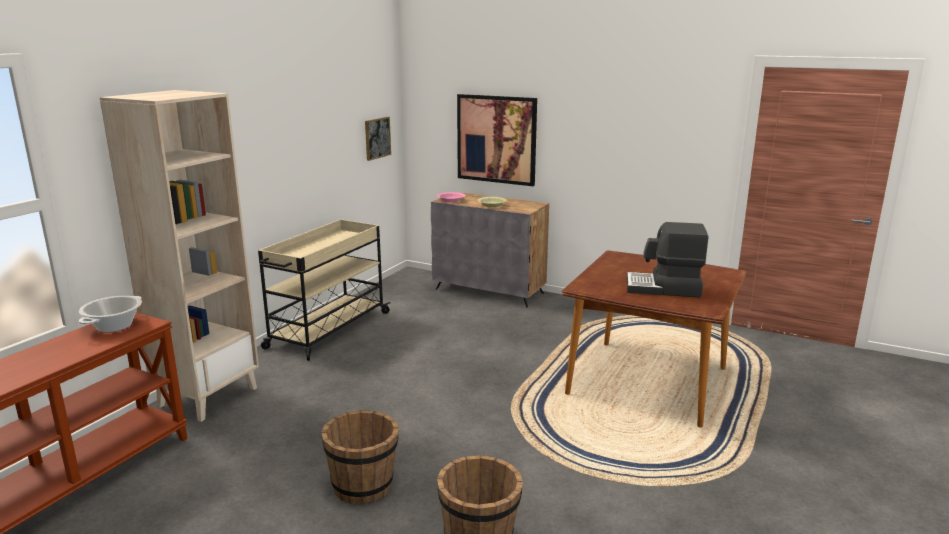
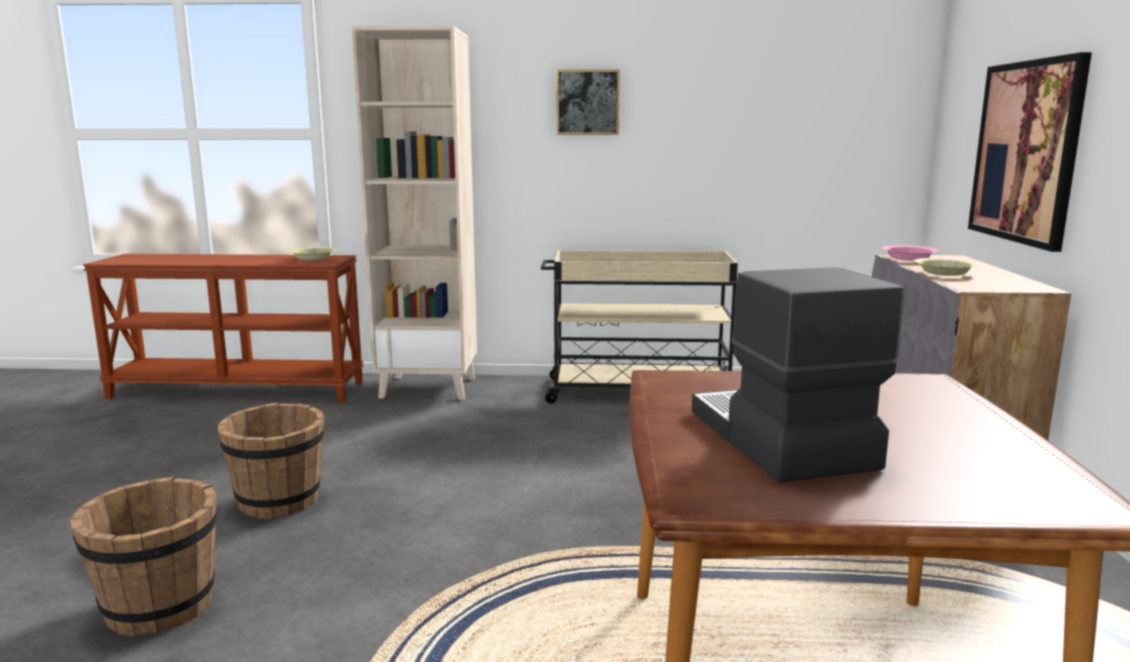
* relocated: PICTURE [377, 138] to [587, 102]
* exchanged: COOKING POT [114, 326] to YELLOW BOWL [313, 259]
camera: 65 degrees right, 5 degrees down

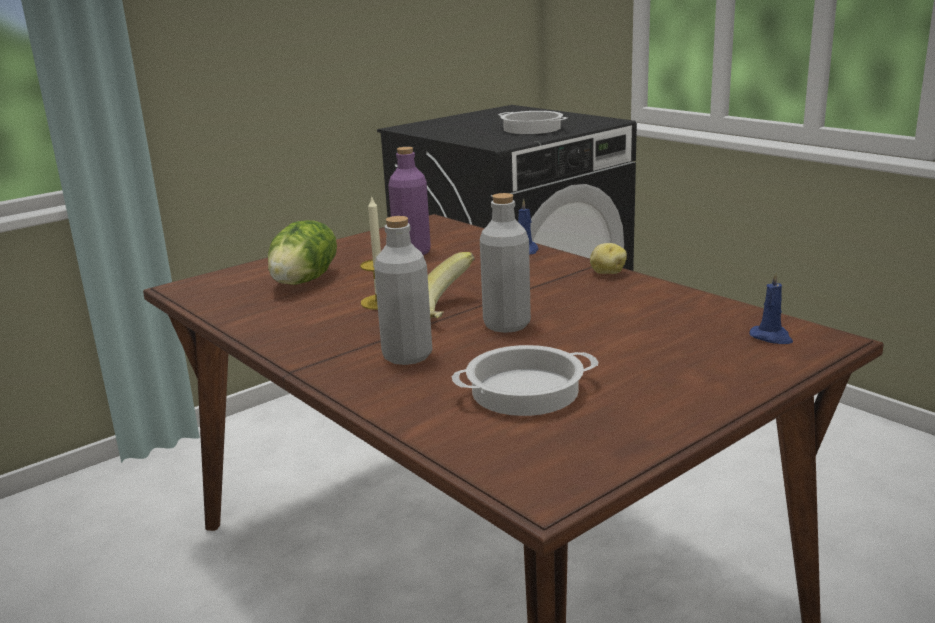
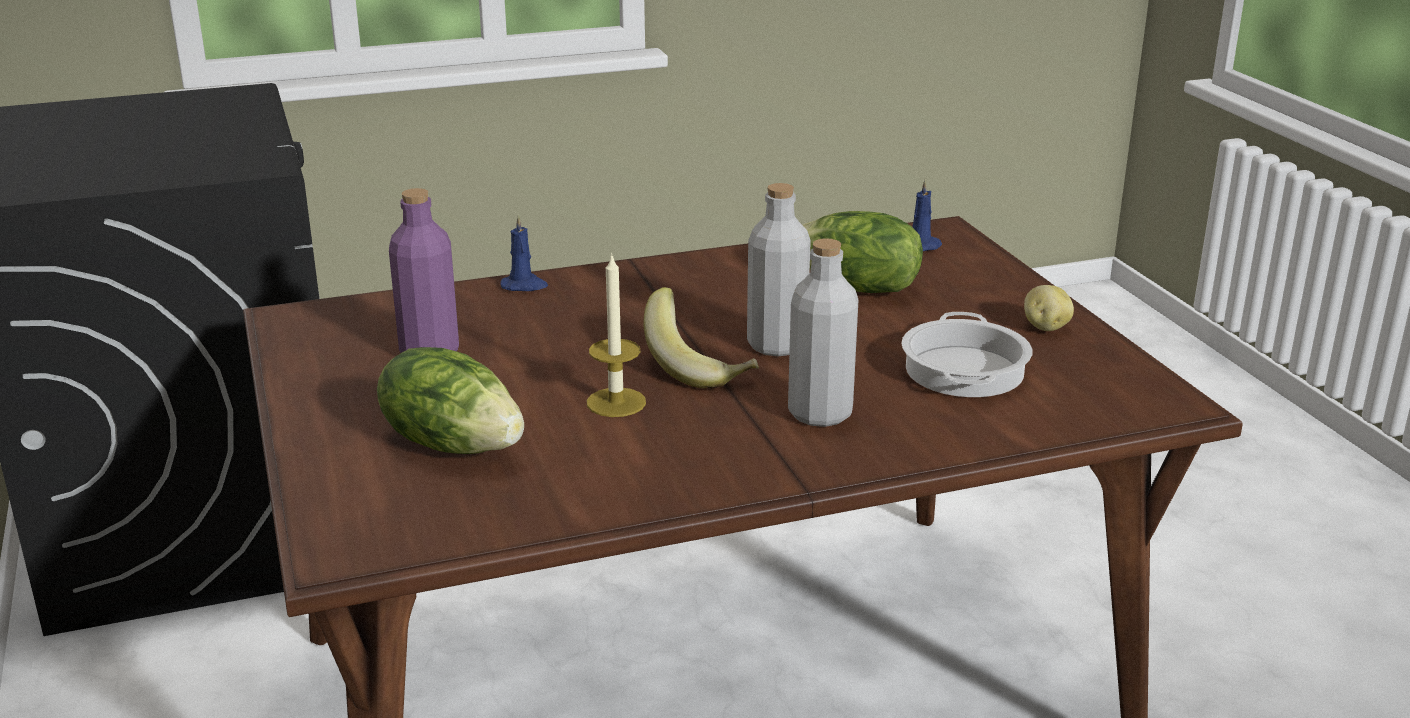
* missing: COOKING POT [531, 129]
* relocated: POTATO [607, 273] to [1045, 327]
* appeared: LETTUCE [857, 288]
camera: 70 degrees left, 5 degrees up

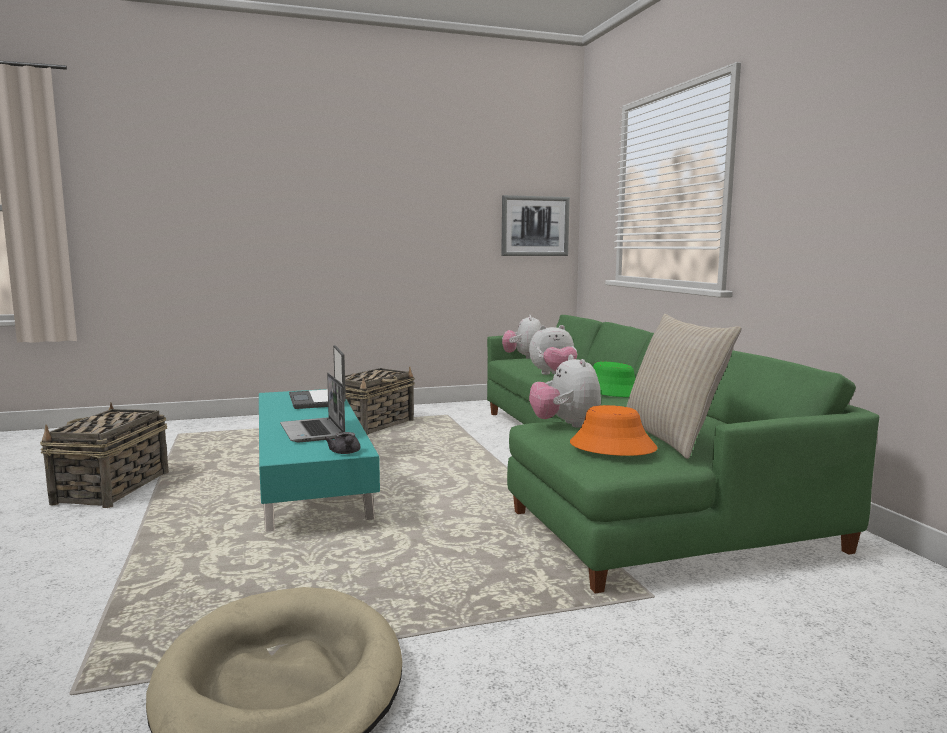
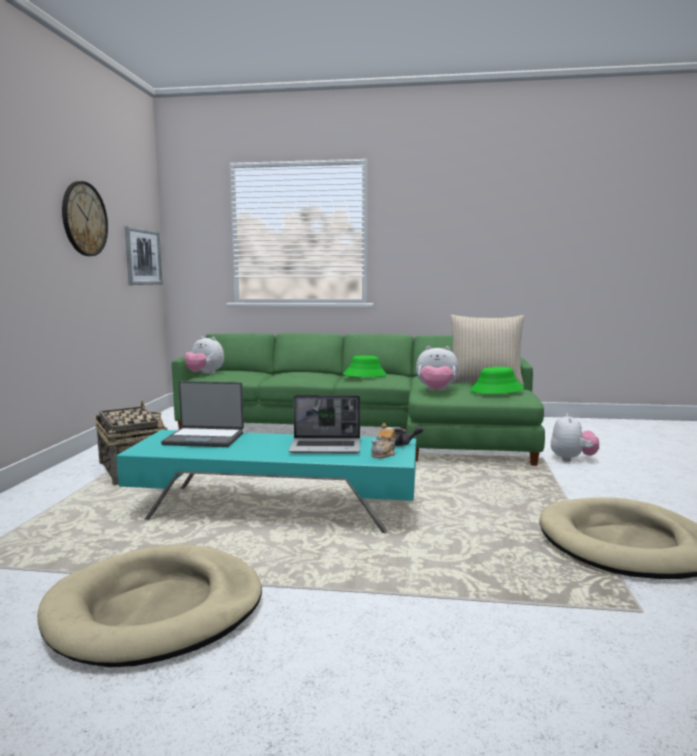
* relocated: PLUSH TOY [553, 375] to [572, 459]
* exchanged: BASKET [111, 488] to BEIGE DOG BED [156, 610]
* colour: ORANGE HAT [612, 446] to GREEN HAT [497, 390]
* appeared: WALL CLOCK [84, 219]
* appeared: TEAPOT [384, 454]
camera: 65 degrees left, 0 degrees up

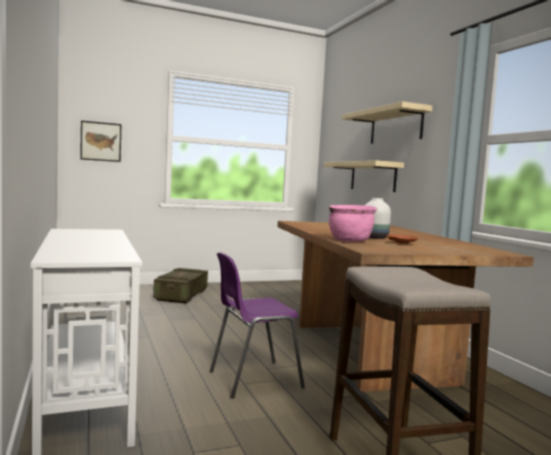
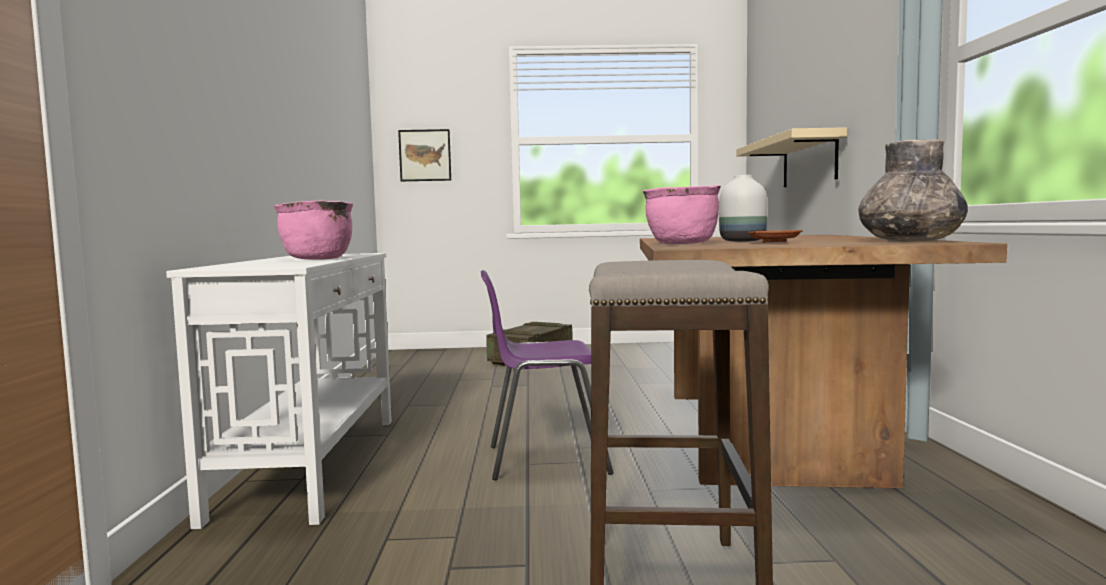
* missing: BEIGE SHELF [395, 126]
* appeared: GREY VASE [910, 241]
* appeared: PINK COOKING POT [316, 259]
camera: 20 degrees right, 0 degrees up

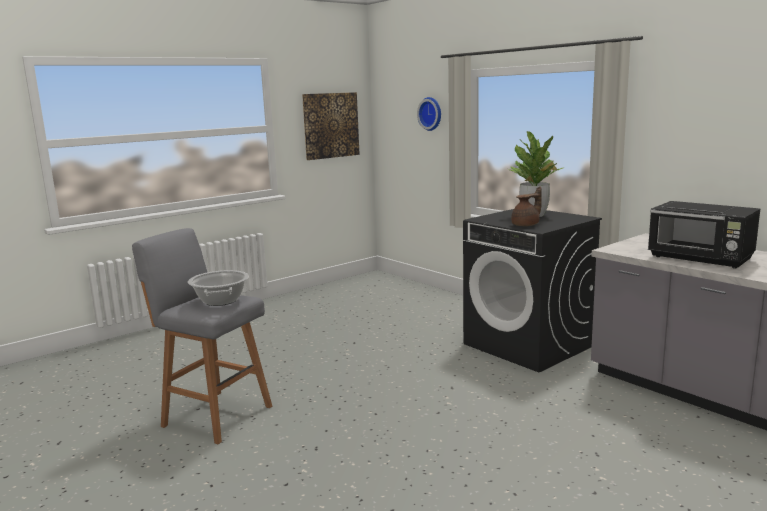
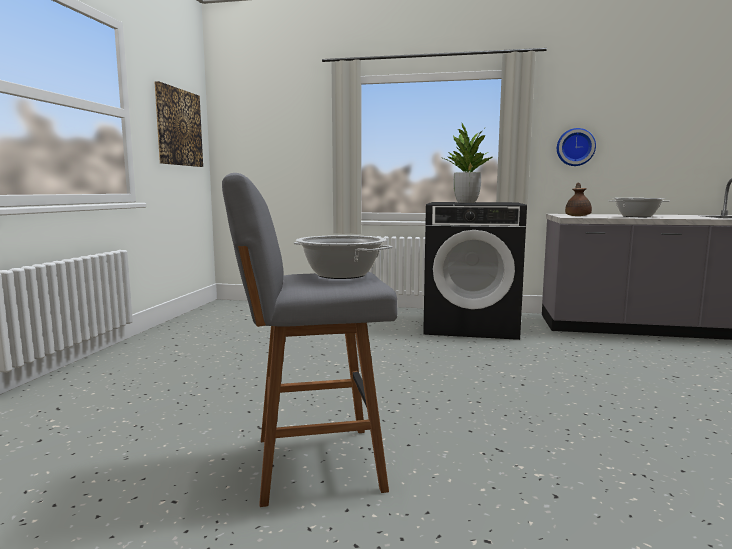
* relocated: WALL CLOCK [431, 113] to [575, 147]
* relocated: BROWN TEAPOT [526, 225] to [578, 216]
* exchanged: BLACK MICROWAVE [701, 259] to COOKING POT [637, 216]
camera: 40 degrees left, 5 degrees down

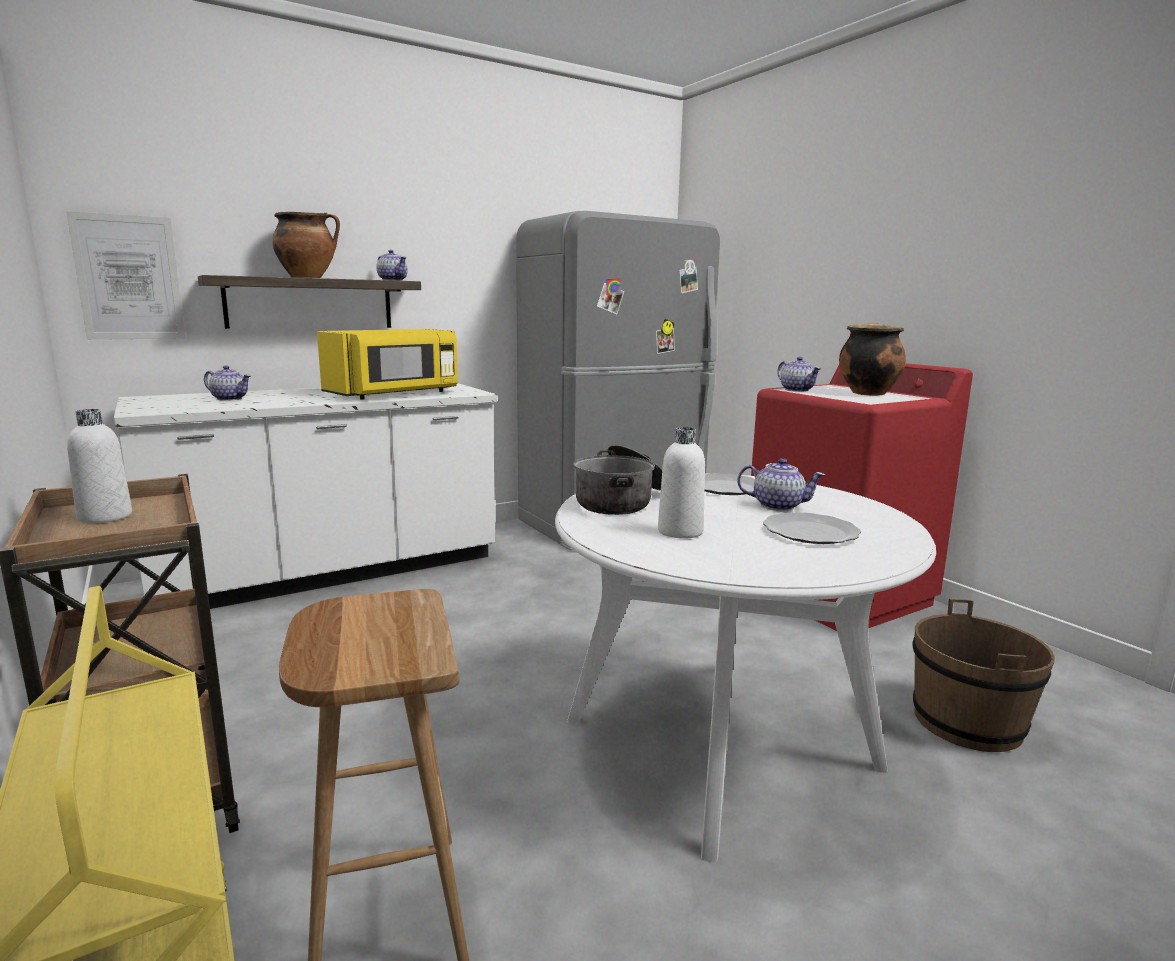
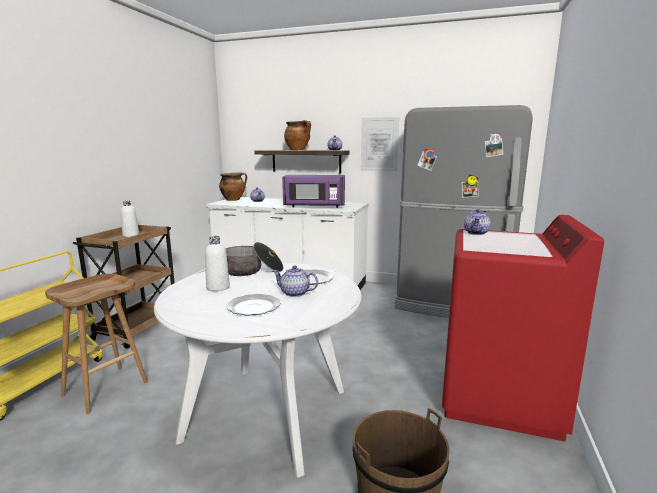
* relocated: PICTURE [129, 278] to [379, 144]
* relocated: COOKING POT [867, 393] to [233, 200]
* colour: YELLOW MICROWAVE [395, 394] to PURPLE MICROWAVE [314, 206]
* spun: TEAPOT [778, 506] = [294, 293] 135 degrees clockwise
camera: 50 degrees right, 0 degrees up

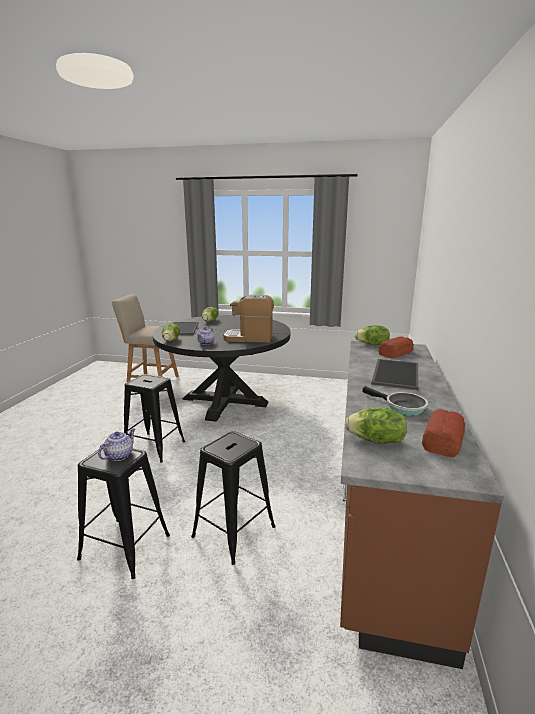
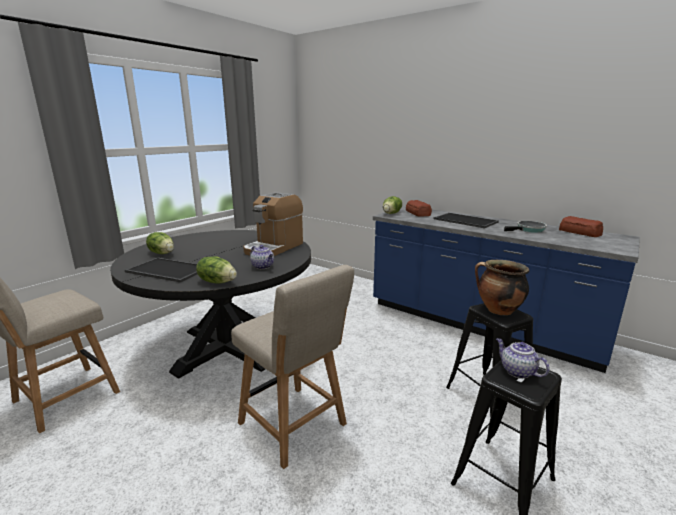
* colour: BROWN COUNTER [383, 514] to BLUE COUNTER [479, 325]
* exchanged: BLACK STOOL [154, 447] to BEIGE CHAIR [295, 426]
* missing: LETTUCE [376, 441]
* appeared: COOKING POT [498, 310]
camera: 65 degrees left, 0 degrees up

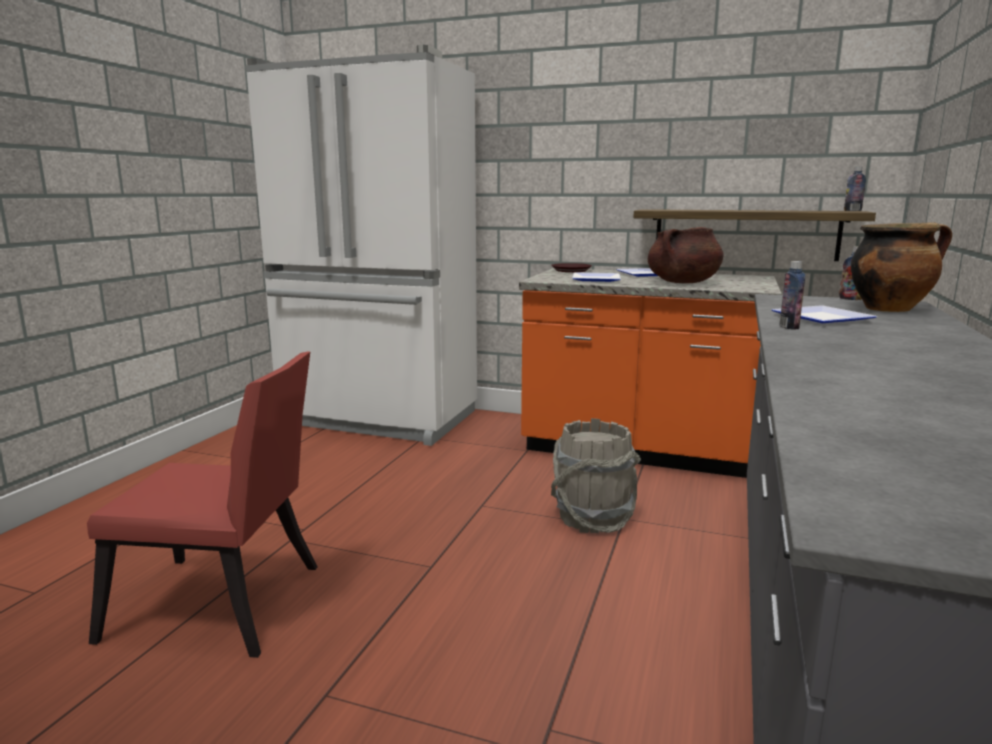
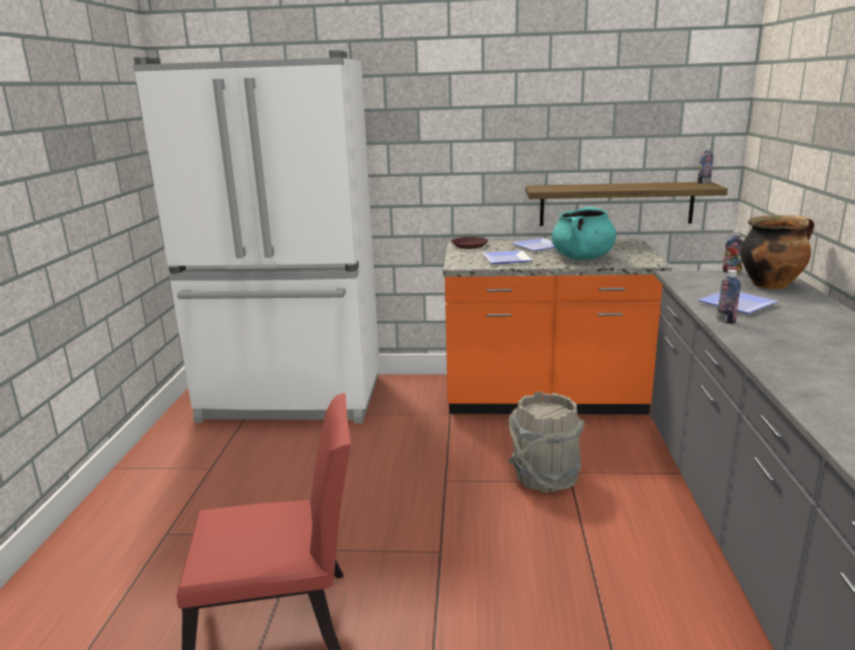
* colour: BROWN COOKING POT [683, 282] to TURQUOISE COOKING POT [582, 257]
camera: 15 degrees left, 5 degrees up

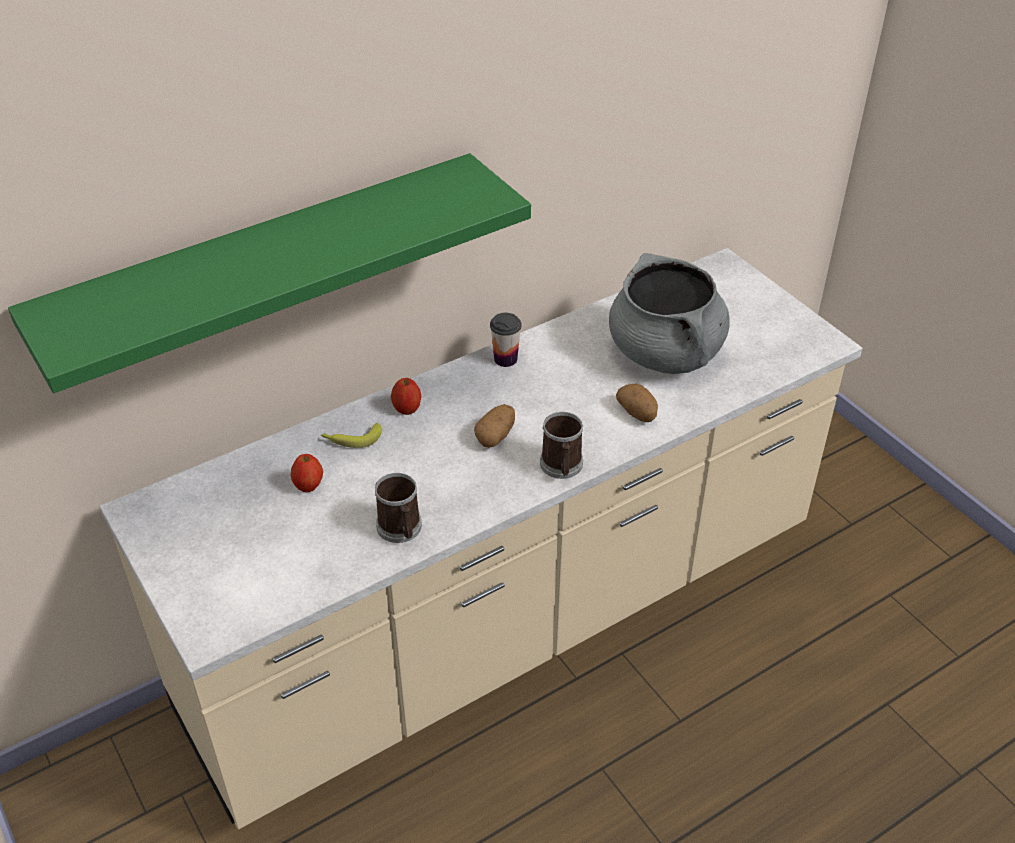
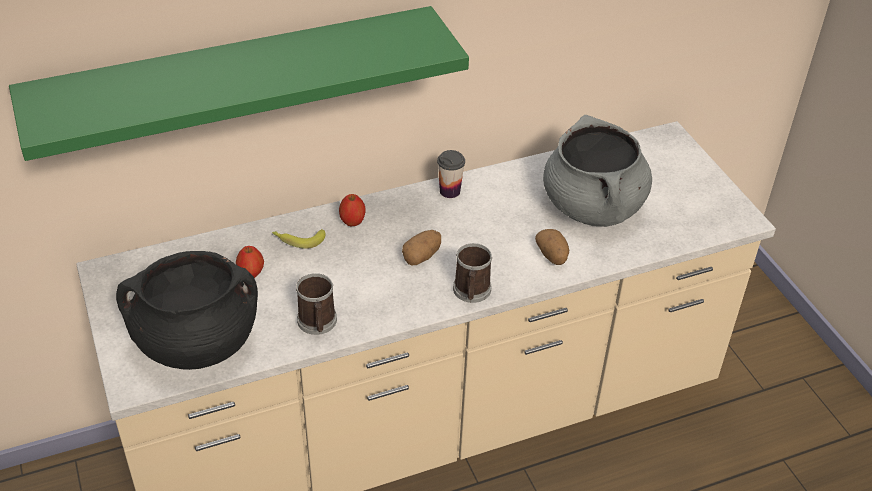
* appeared: BLACK COOKING POT [197, 343]
camera: 10 degrees right, 0 degrees up

